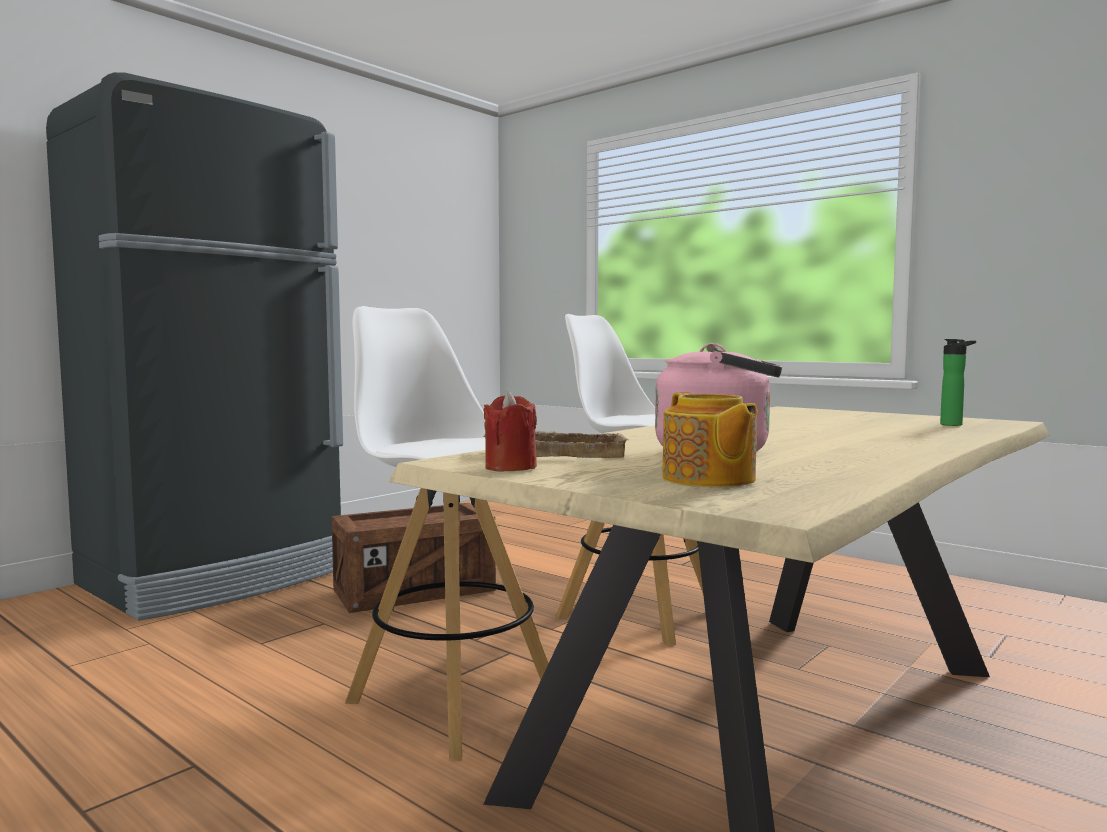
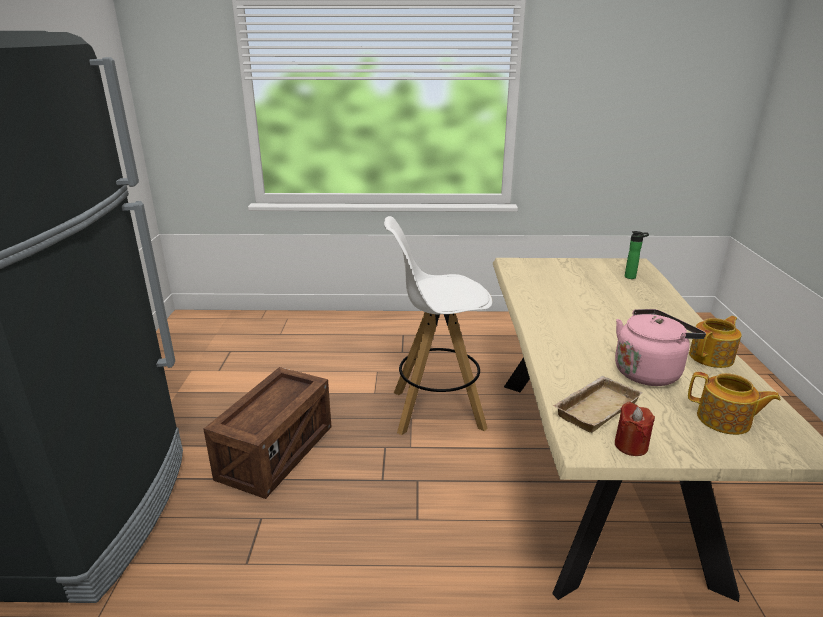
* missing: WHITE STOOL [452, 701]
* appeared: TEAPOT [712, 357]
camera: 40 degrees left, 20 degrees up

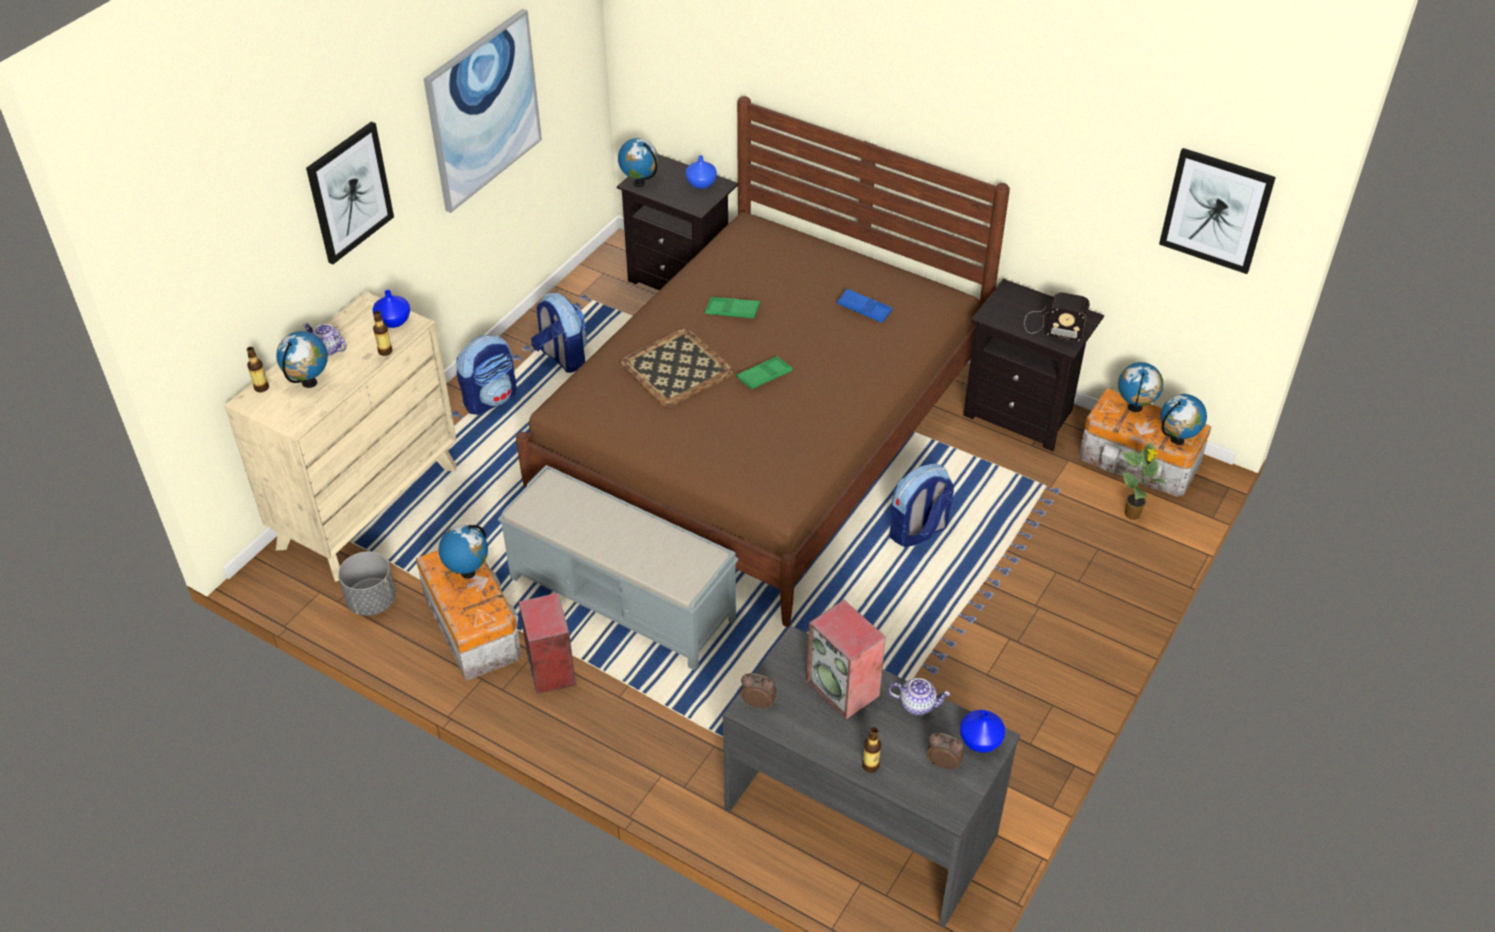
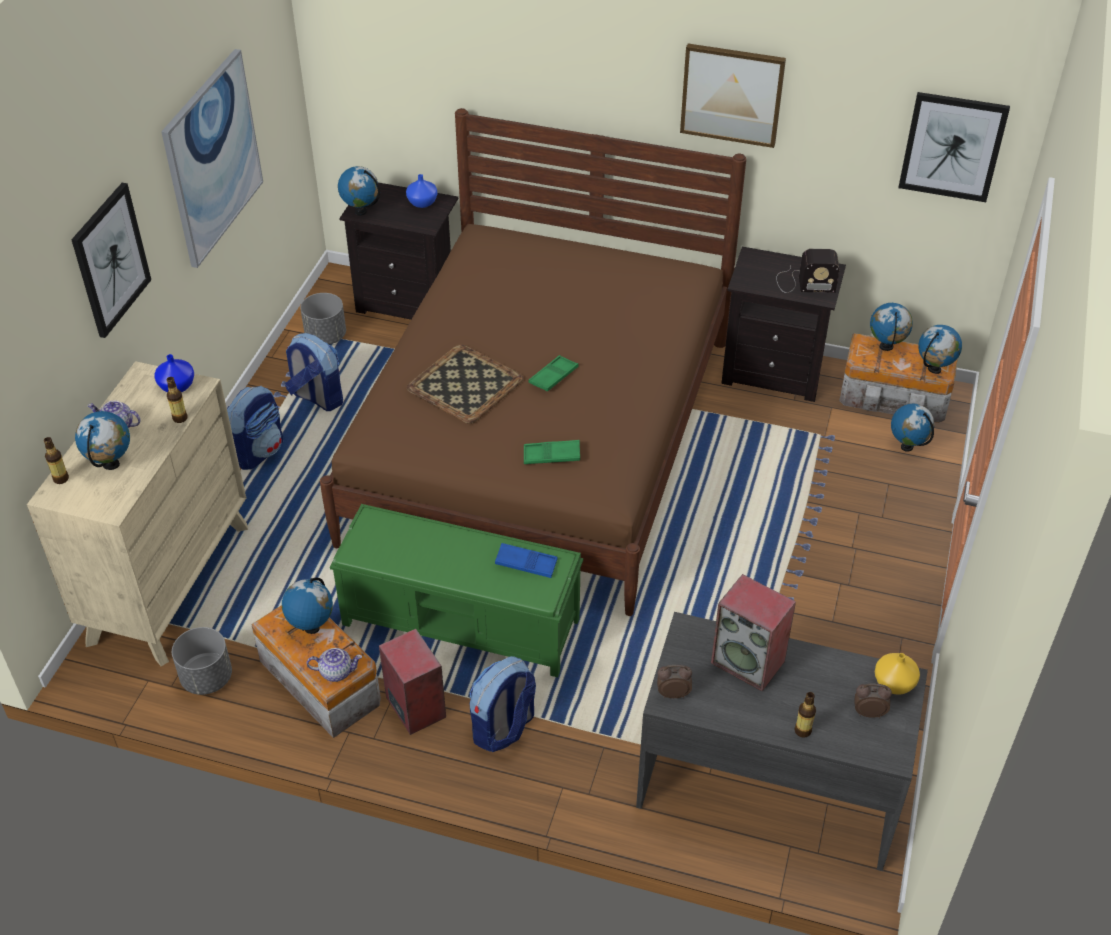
* relocated: BLUE TRAY [864, 309] to [526, 564]
* relocated: GREEN TRAY [732, 311] to [552, 456]
* exchanged: POTTED PLANT [1133, 515] to GLOBE [907, 447]
* relocated: BACKPACK [918, 531] to [503, 728]
* colour: GREY BENCH [623, 599] to GREEN BENCH [463, 622]
* relocated: TEAPOT [917, 704] to [336, 672]
* colour: BLUE VASE [981, 740] to YELLOW VASE [895, 683]
* appeared: PICTURE [732, 94]
* appeared: GREY PLANTER [326, 336]
camera: 15 degrees left, 0 degrees up

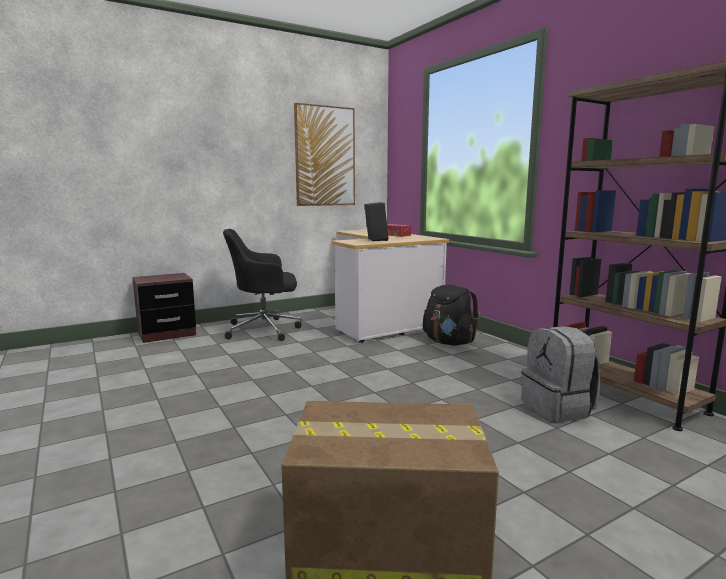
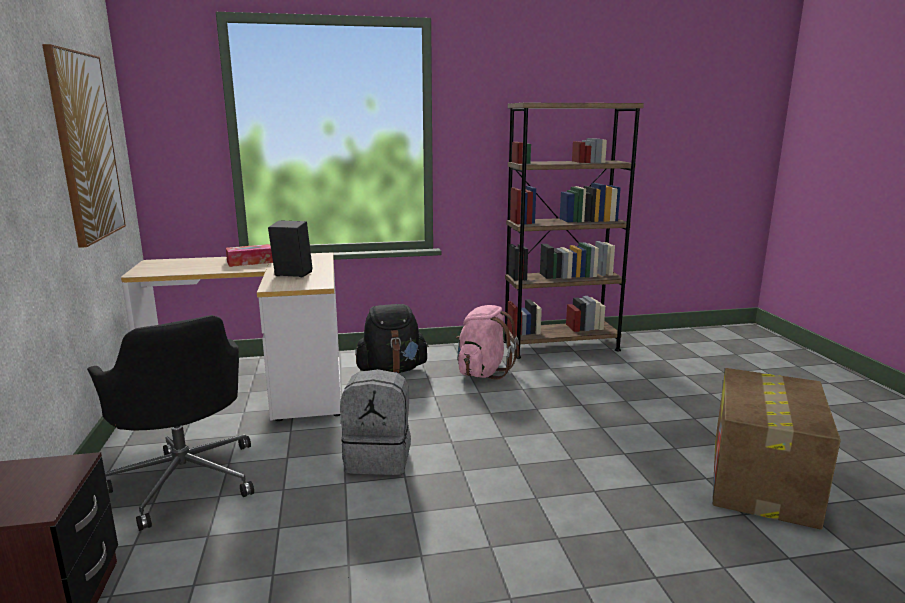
* spun: BLACK OFFICE CHAIR [265, 329] = [185, 479] 45 degrees counterclockwise
* relocated: GREY BACKPACK [558, 408] to [379, 459]
* appeared: PINK BACKPACK [483, 372]
camera: 70 degrees left, 5 degrees up

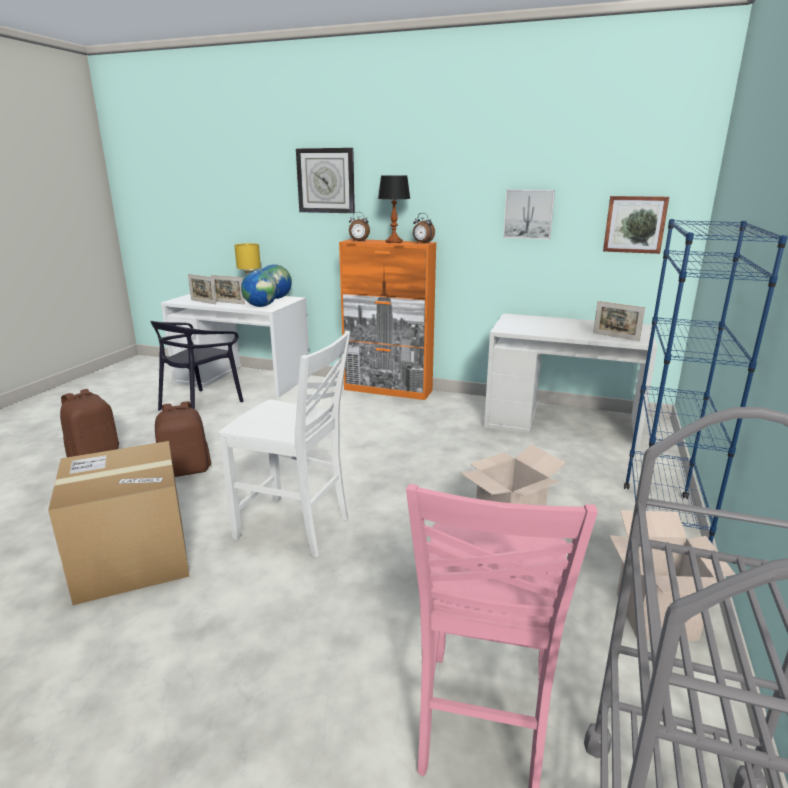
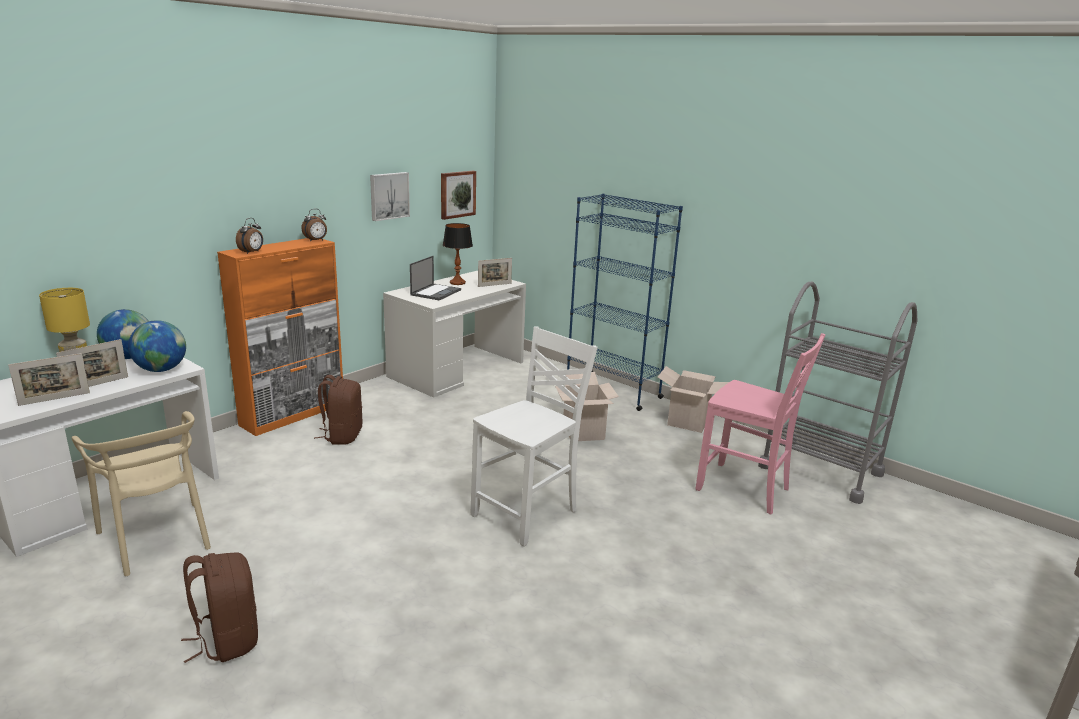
* missing: WALL CLOCK [326, 181]
* relocated: TABLE LAMP [394, 242] to [457, 283]
* colour: BLACK CHAIR [200, 404] to BEIGE CHAIR [157, 538]
* relocated: BROWN BACKPACK [186, 470] to [342, 436]
* missing: CARDBOARD BOX [133, 559]
* appeared: LAPTOP [436, 292]
camera: 70 degrees left, 0 degrees up

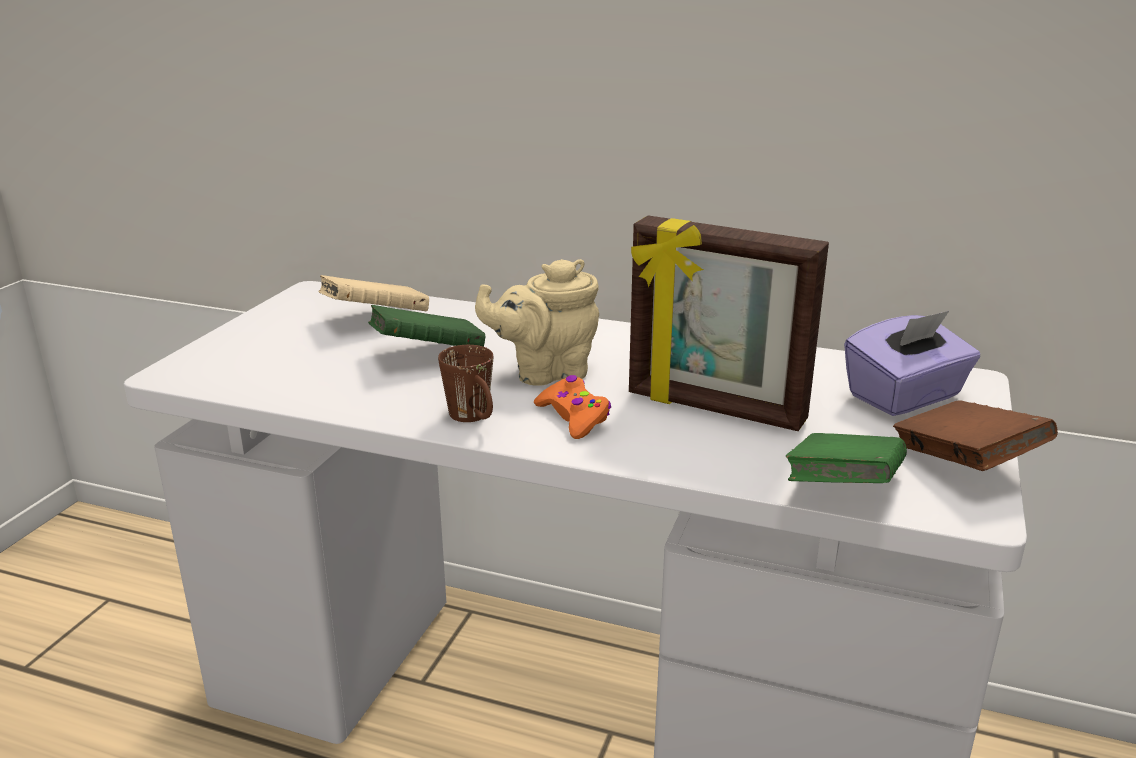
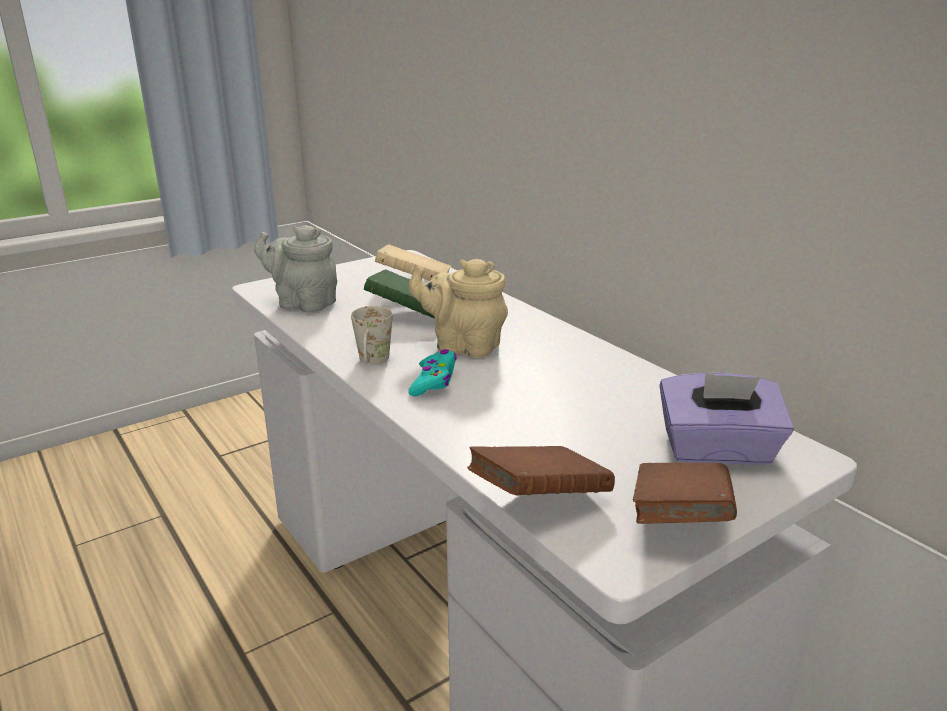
* missing: PICTURE FRAME [714, 409]
* colour: BROWN MUG [475, 419] to WHITE MUG [372, 362]
* colour: ORANGE GAME CONTROLLER [574, 417] to TURQUOISE GAME CONTROLLER [434, 381]
* colour: GREEN BOOK [842, 490] to BROWN BOOK [539, 498]
* appeared: GREY TEAPOT [303, 304]
camera: 35 degrees right, 0 degrees up

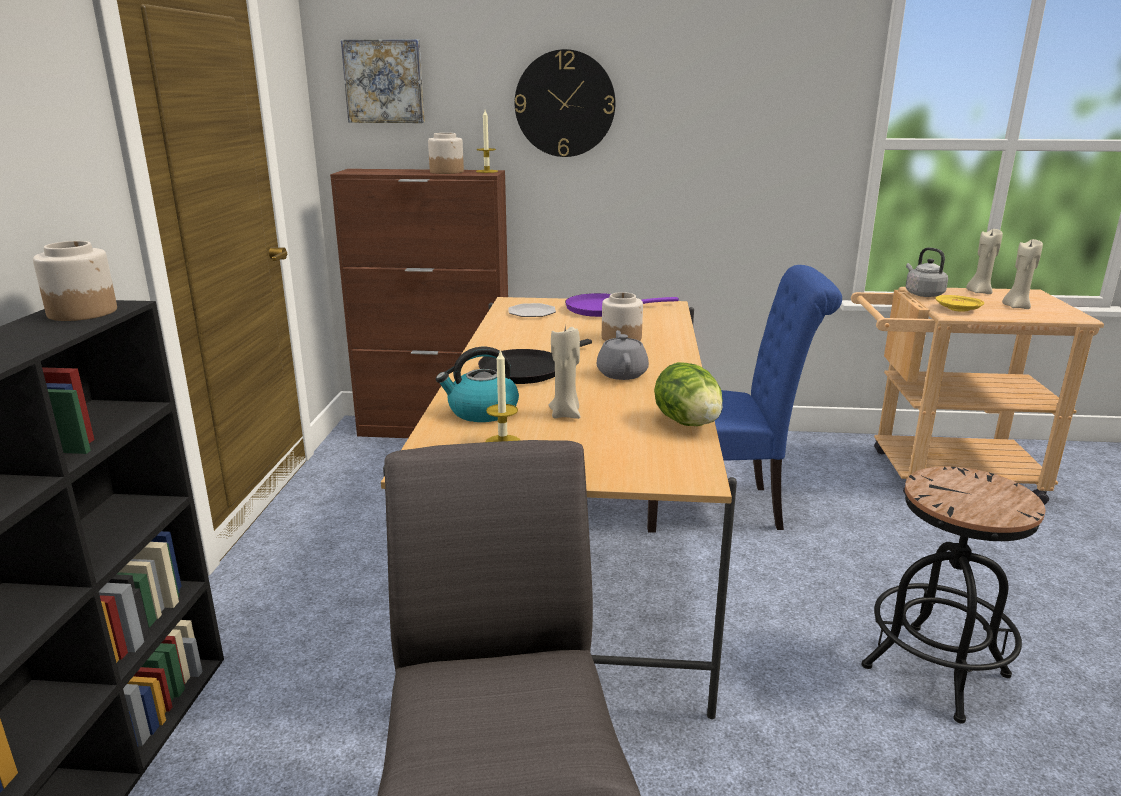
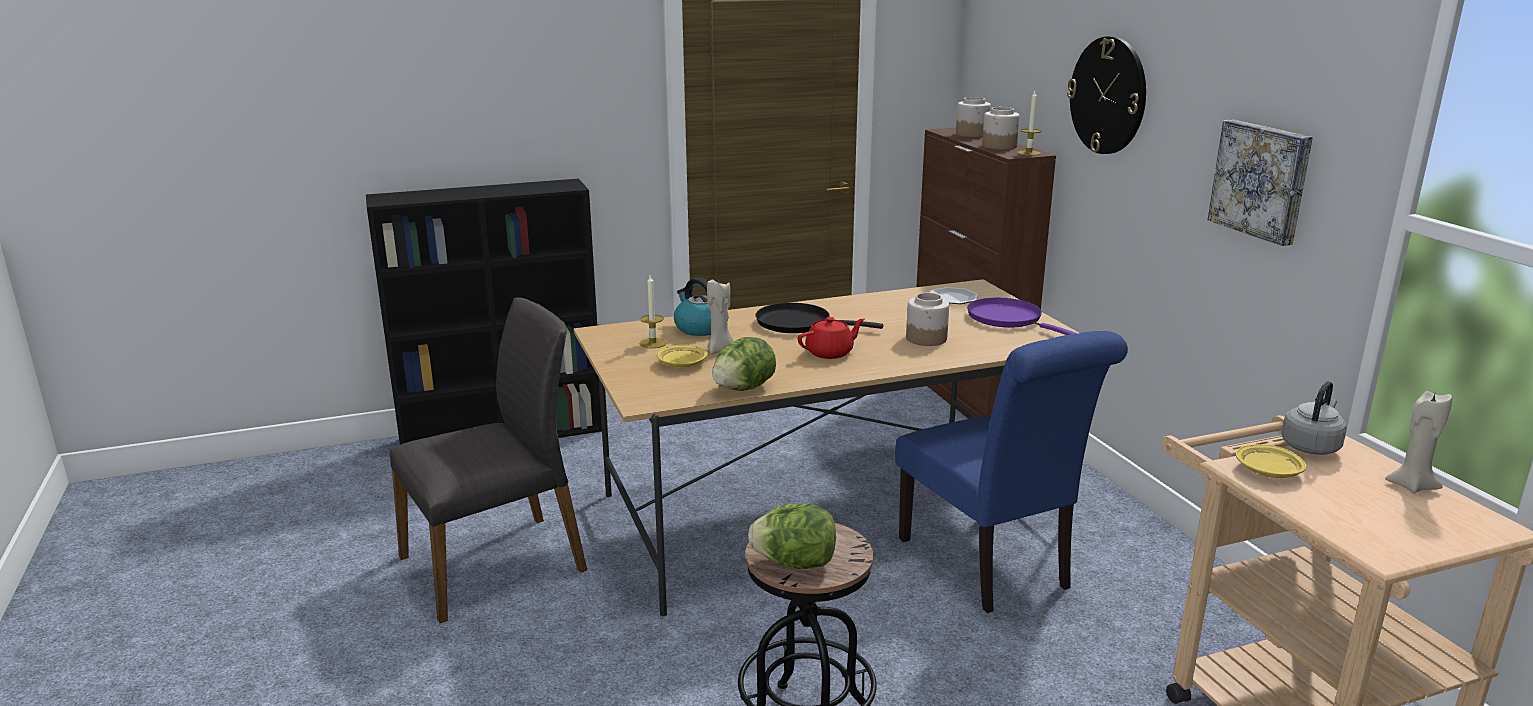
* relocated: PICTURE [384, 81] to [1262, 180]
* missing: BEIGE CANDLE [1016, 307]
* relocated: JAR [83, 312] to [972, 134]
* colour: GREY TEAPOT [622, 373] to RED TEAPOT [830, 353]
* appeared: YELLOW PLATE [681, 364]
* appeared: LETTUCE [795, 563]
camera: 65 degrees right, 0 degrees up

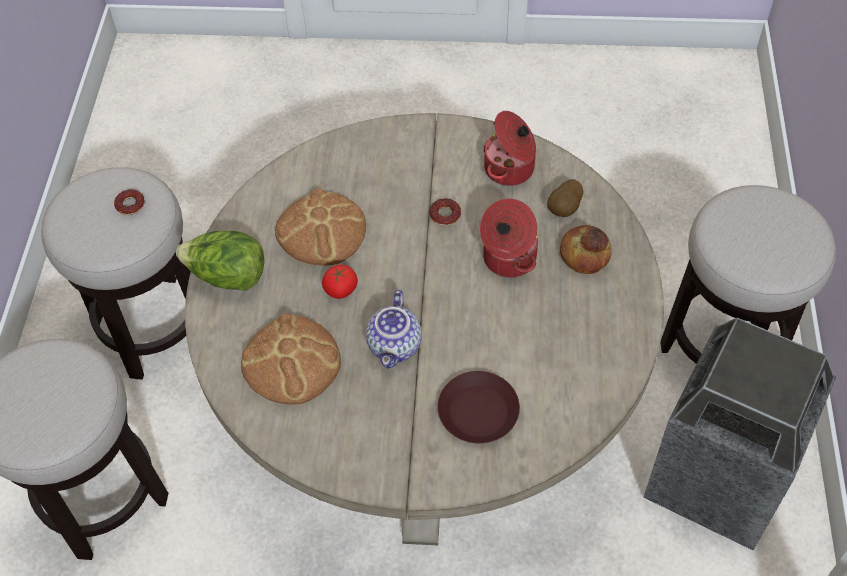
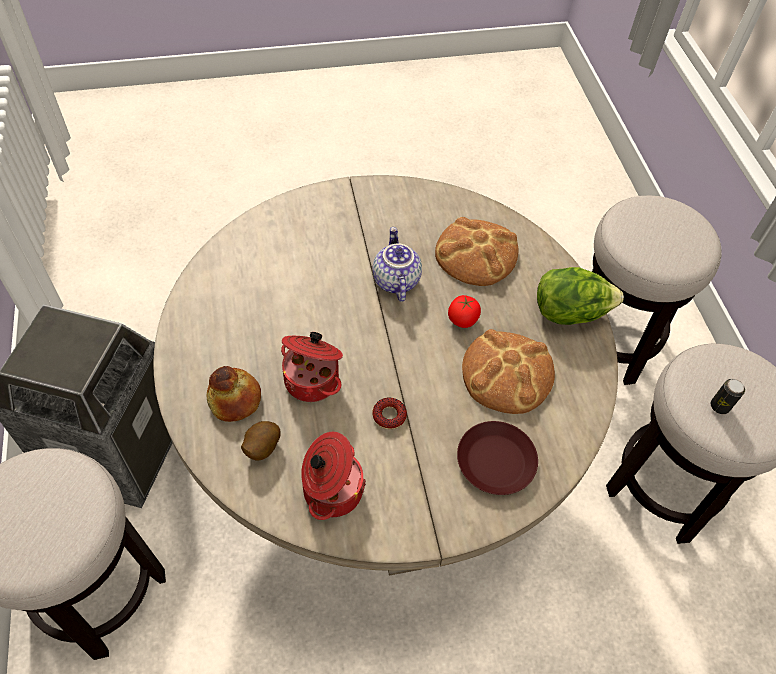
* exchanged: DONUT [130, 205] to CAN [719, 406]
* relocated: BROWN PLATE [477, 412] to [496, 461]
camera: 160 degrees right, 0 degrees up

